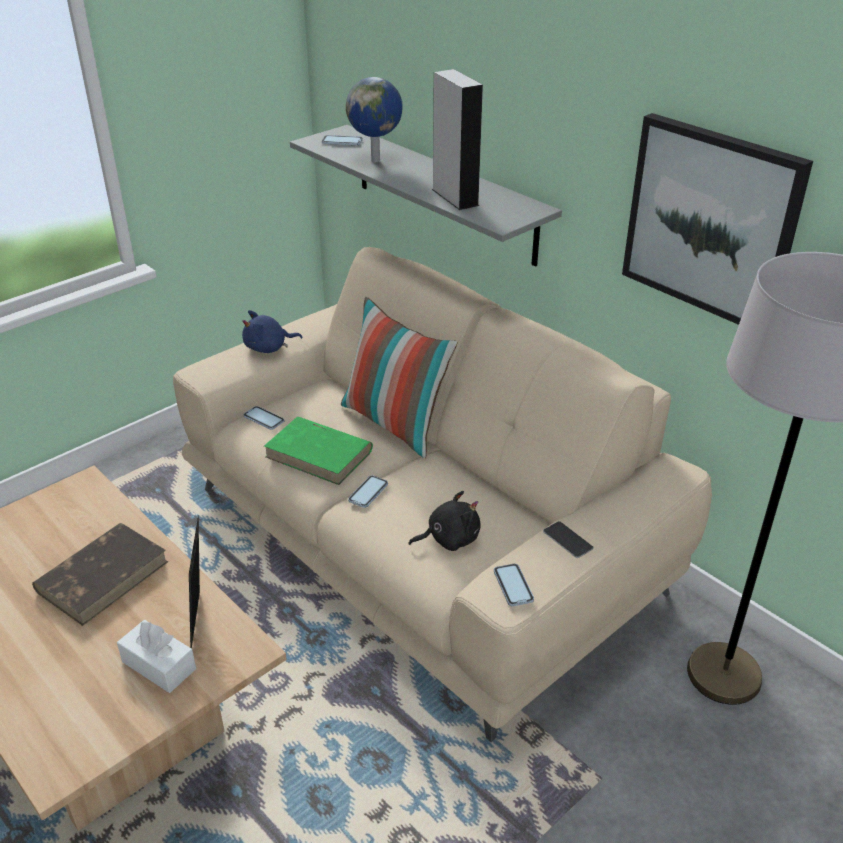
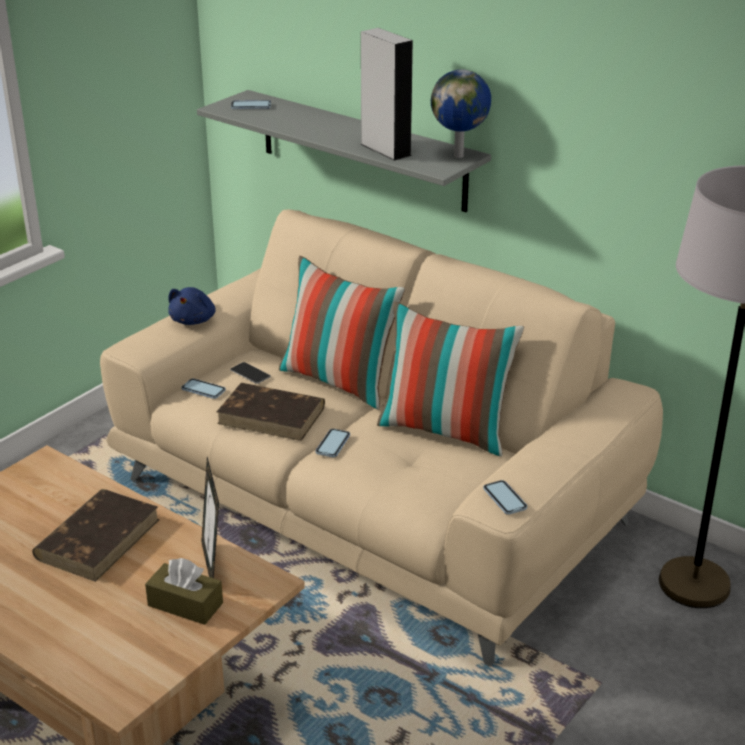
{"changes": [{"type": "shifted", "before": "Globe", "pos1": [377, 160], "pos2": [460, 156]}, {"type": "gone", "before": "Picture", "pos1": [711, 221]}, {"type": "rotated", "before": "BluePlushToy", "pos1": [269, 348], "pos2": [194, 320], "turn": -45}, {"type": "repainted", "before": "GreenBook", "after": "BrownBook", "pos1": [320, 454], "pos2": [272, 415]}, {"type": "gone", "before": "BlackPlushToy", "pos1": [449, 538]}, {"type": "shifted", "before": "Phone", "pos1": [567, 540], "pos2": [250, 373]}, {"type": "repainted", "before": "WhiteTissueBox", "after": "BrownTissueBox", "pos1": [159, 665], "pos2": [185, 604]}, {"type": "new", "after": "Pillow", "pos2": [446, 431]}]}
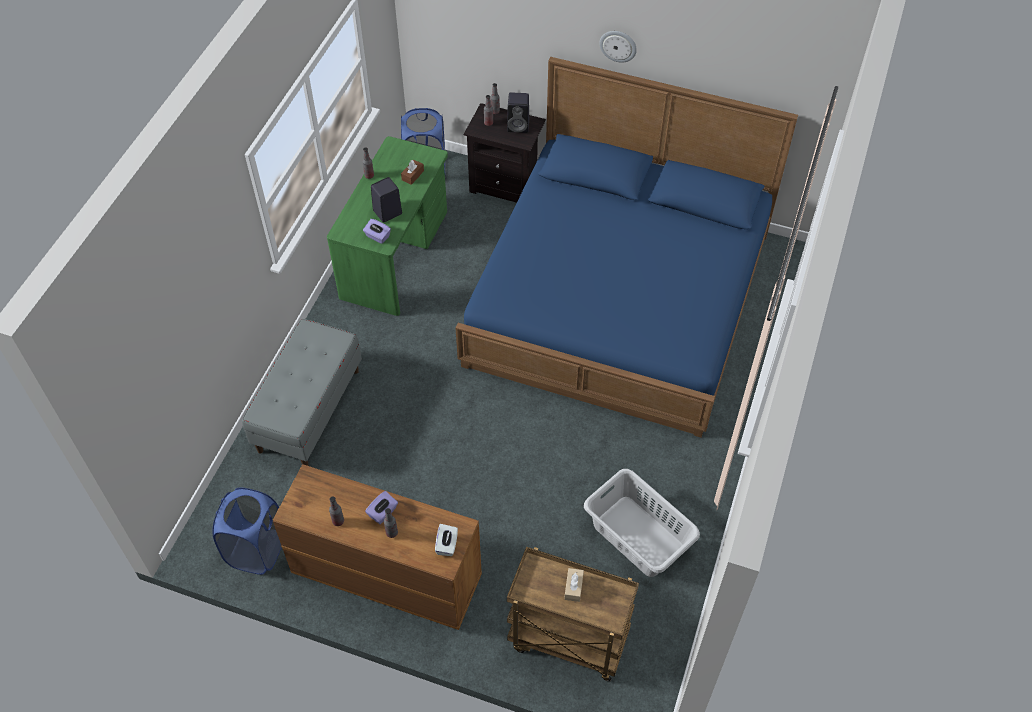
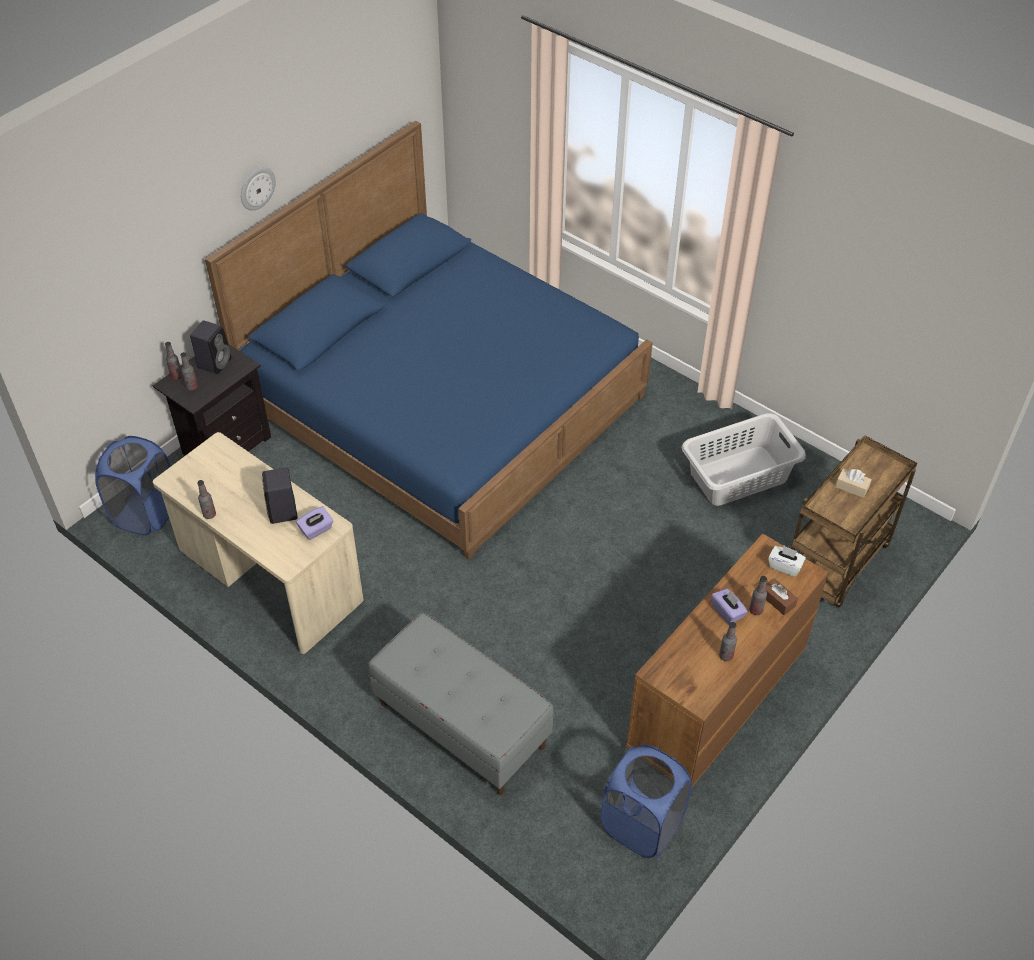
{"changes": [{"type": "repainted", "before": "GreenDesk", "after": "BeigeDesk", "pos1": [396, 255], "pos2": [268, 578]}, {"type": "shifted", "before": "BrownTissueBox", "pos1": [412, 175], "pos2": [777, 600]}]}
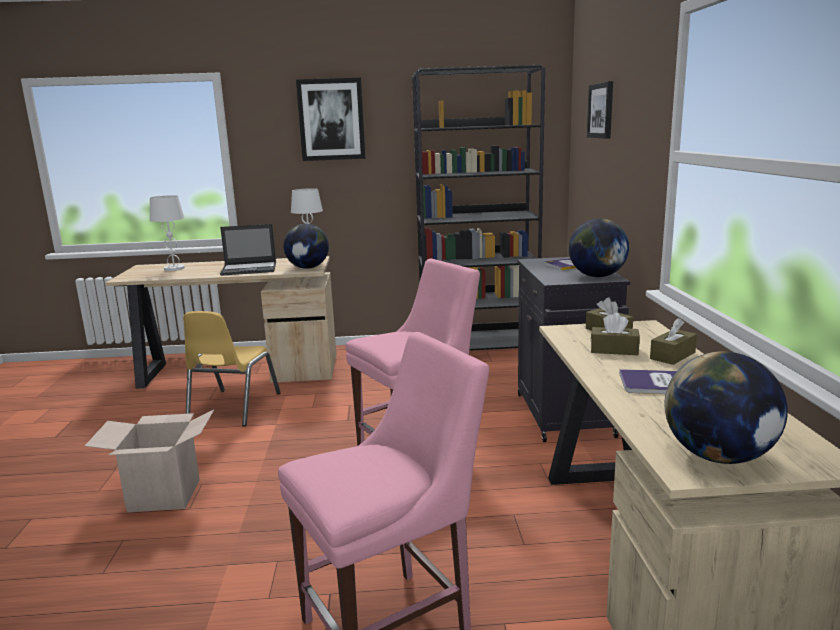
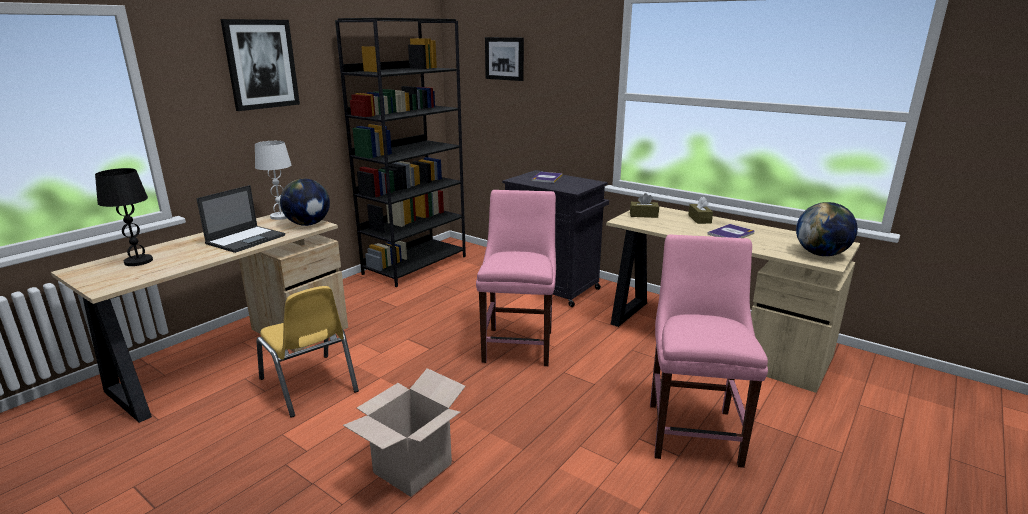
{"changes": [{"type": "repainted", "before": "WhiteTableLamp", "after": "BlackTableLamp", "pos1": [174, 268], "pos2": [138, 261]}, {"type": "gone", "before": "Globe", "pos1": [597, 276]}, {"type": "gone", "before": "BrownTissueBox", "pos1": [614, 350]}]}
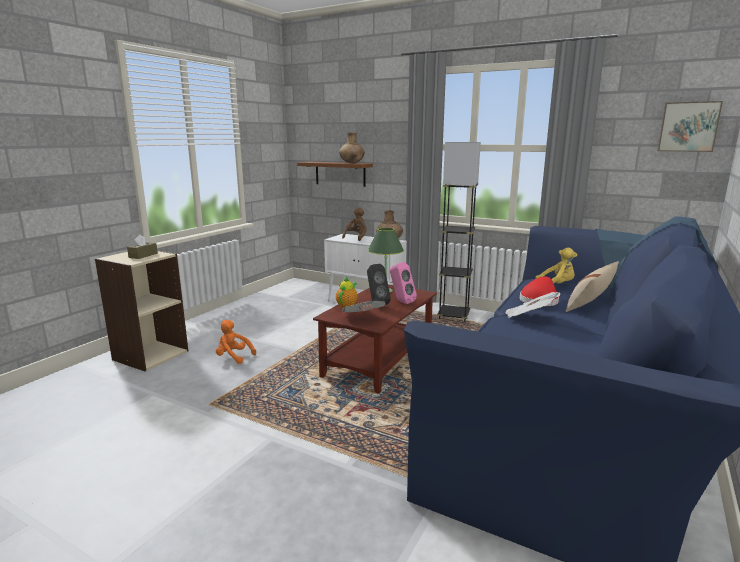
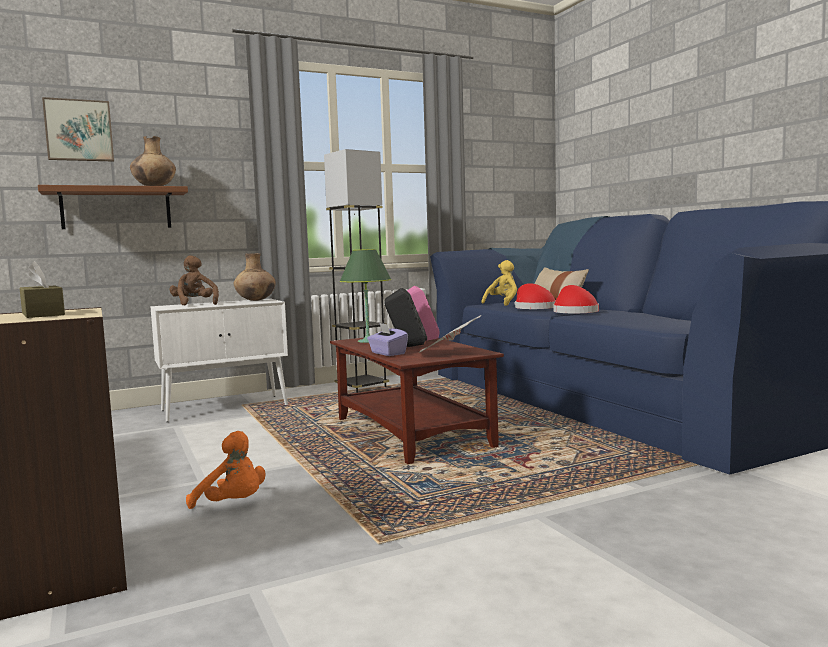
{"changes": [{"type": "shifted", "before": "Picture", "pos1": [688, 127], "pos2": [79, 130]}, {"type": "swapped", "before": "Teapot", "after": "PurpleTissueBox", "pos1": [347, 305], "pos2": [387, 353]}, {"type": "swapped", "before": "Newspaper", "after": "RedHat", "pos1": [529, 317], "pos2": [574, 312]}, {"type": "rotated", "before": "OrangePlushToy", "pos1": [233, 357], "pos2": [233, 505], "turn": -120}]}
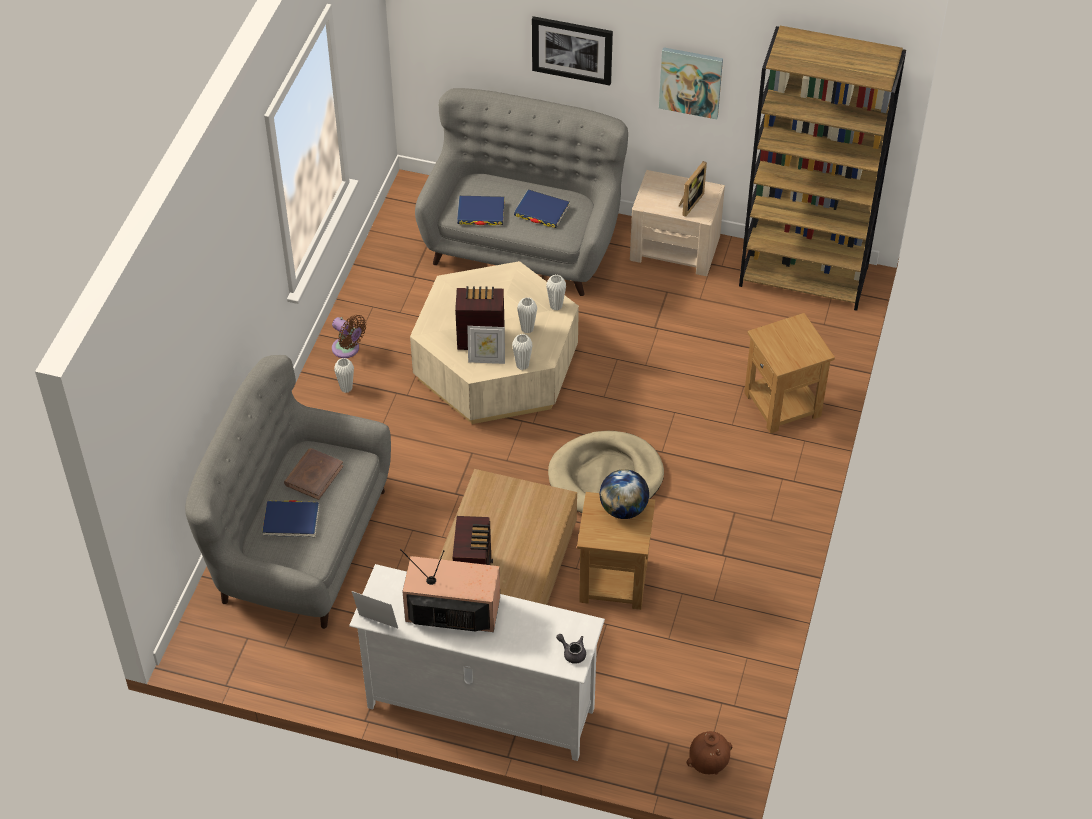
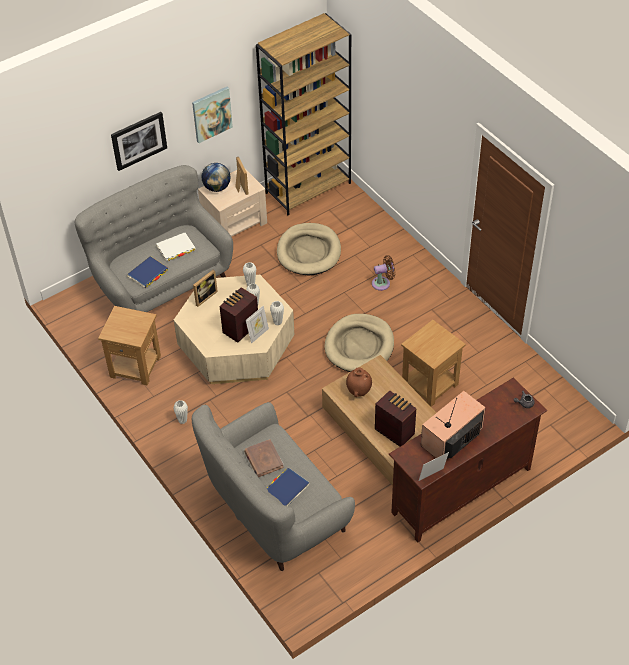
{"changes": [{"type": "repainted", "before": "BlueBook", "after": "WhiteBook", "pos1": [541, 211], "pos2": [176, 248]}, {"type": "shifted", "before": "BrownSideTable", "pos1": [783, 405], "pos2": [136, 366]}, {"type": "shifted", "before": "BrownFan", "pos1": [348, 349], "pos2": [383, 283]}, {"type": "shifted", "before": "Globe", "pos1": [623, 509], "pos2": [217, 187]}, {"type": "repainted", "before": "WhiteTvStand", "after": "BrownTvStand", "pos1": [480, 708], "pos2": [461, 491]}, {"type": "shifted", "before": "BrownVase", "pos1": [708, 764], "pos2": [359, 391]}, {"type": "new", "after": "BeigeDogBed", "pos2": [309, 252]}, {"type": "new", "after": "PictureFrame", "pos2": [204, 297]}]}
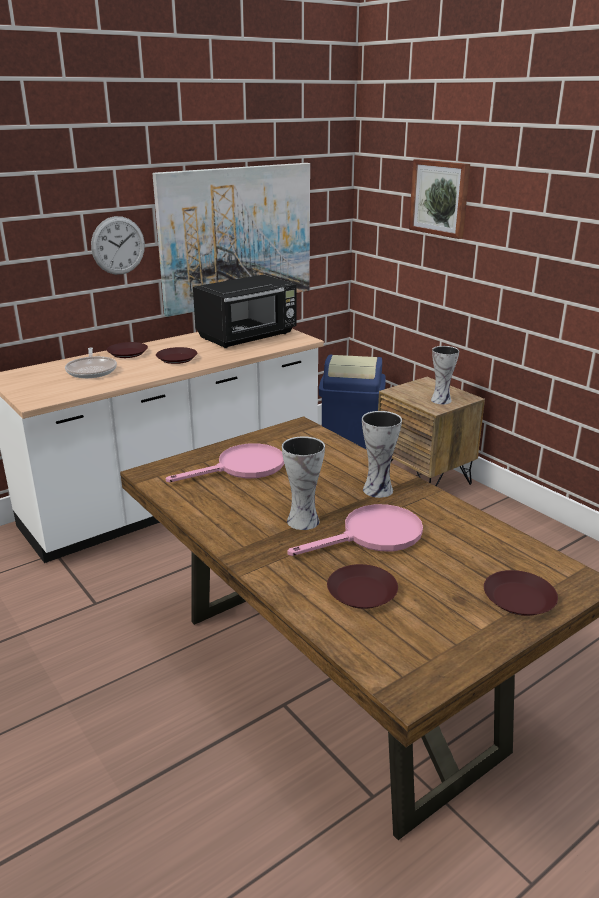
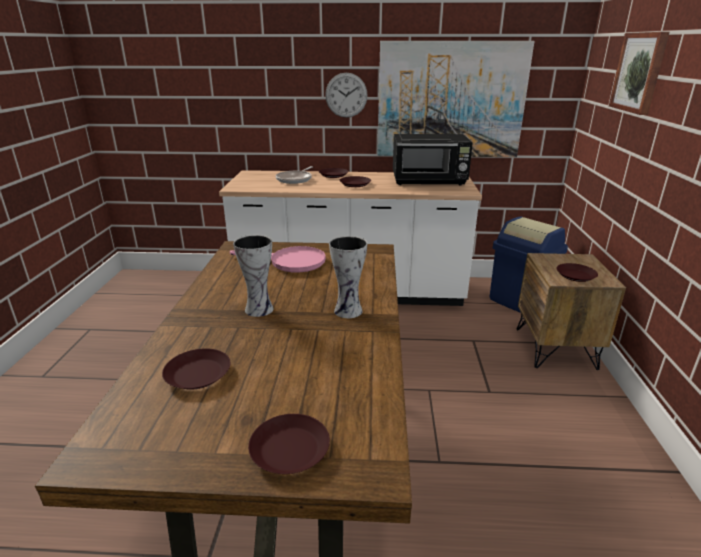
{"changes": [{"type": "swapped", "before": "Vase", "after": "BrownPlate", "pos1": [441, 400], "pos2": [576, 275]}, {"type": "gone", "before": "PinkFryingPan", "pos1": [372, 536]}]}
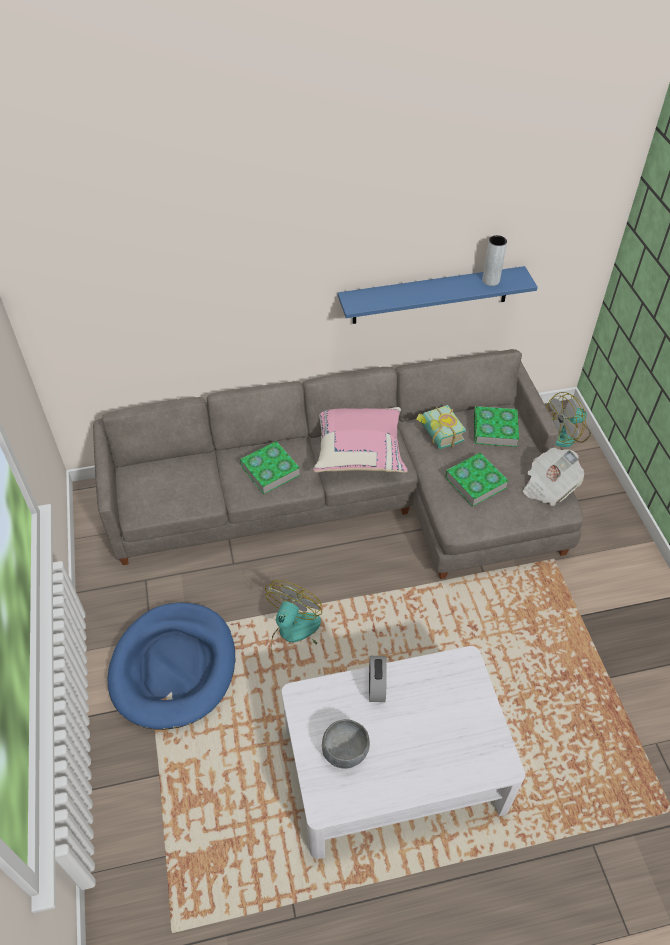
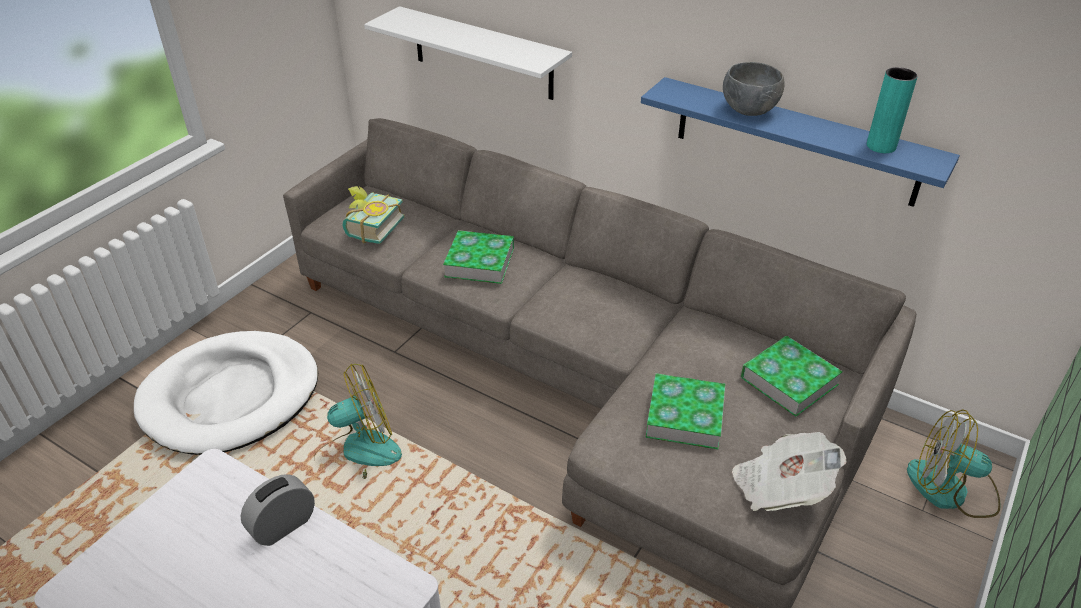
{"changes": [{"type": "repainted", "before": "GreyVase", "after": "TurquoiseVase", "pos1": [490, 280], "pos2": [881, 146]}, {"type": "shifted", "before": "Book", "pos1": [437, 435], "pos2": [370, 227]}, {"type": "gone", "before": "PinkPillow", "pos1": [359, 451]}, {"type": "repainted", "before": "BlueDogBed", "after": "WhiteDogBed", "pos1": [174, 667], "pos2": [231, 397]}, {"type": "shifted", "before": "GreyBowl", "pos1": [345, 752], "pos2": [748, 110]}, {"type": "new", "after": "WhiteShelf", "pos2": [482, 53]}]}
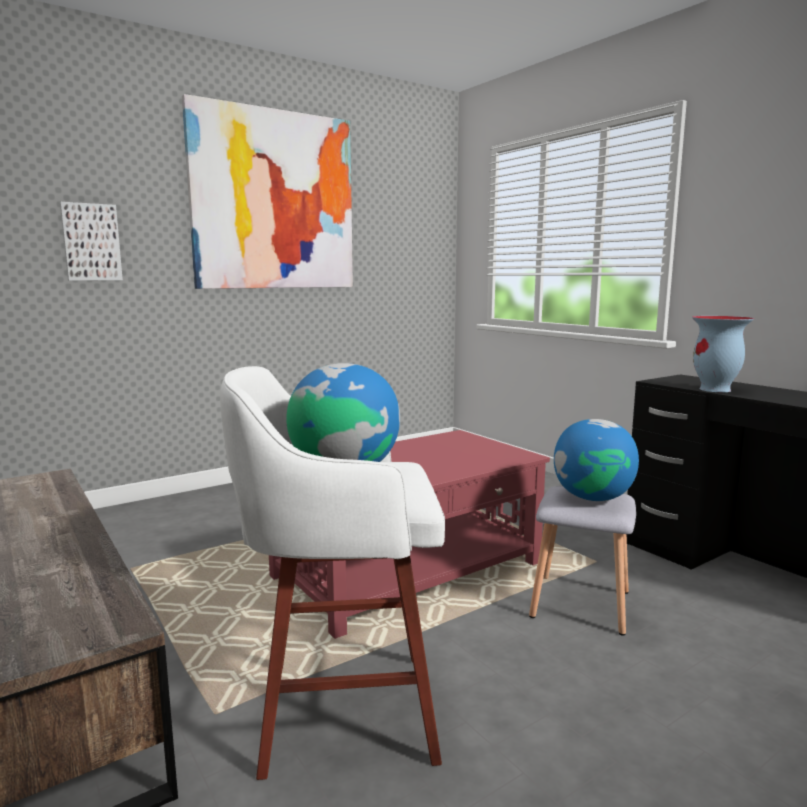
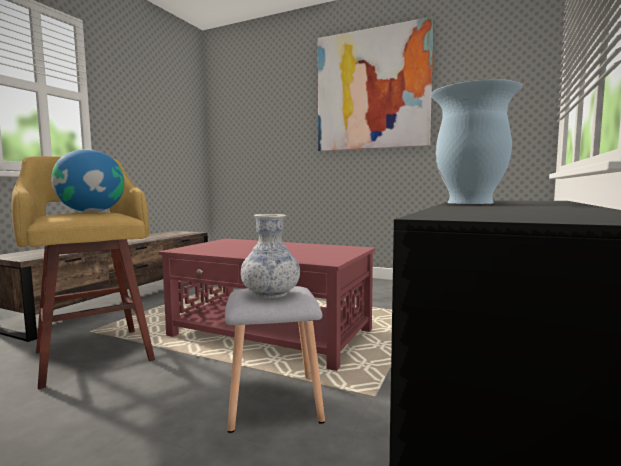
{"changes": [{"type": "gone", "before": "Picture", "pos1": [91, 242]}, {"type": "repainted", "before": "WhiteStool", "after": "YellowStool", "pos1": [340, 710], "pos2": [94, 353]}, {"type": "swapped", "before": "Globe", "after": "Vase", "pos1": [593, 498], "pos2": [271, 294]}]}
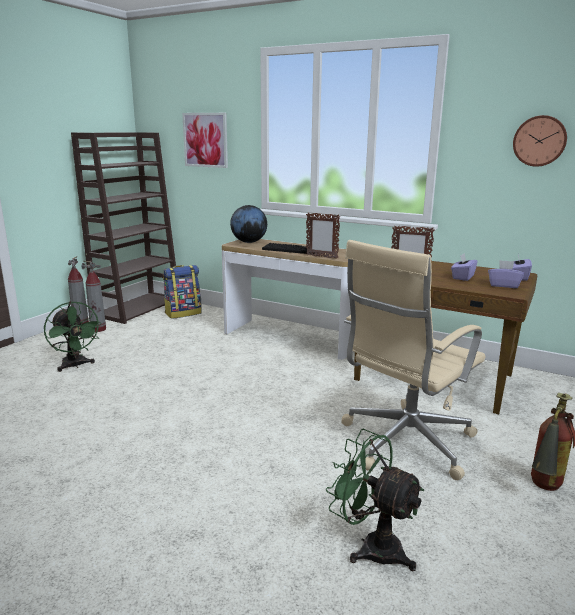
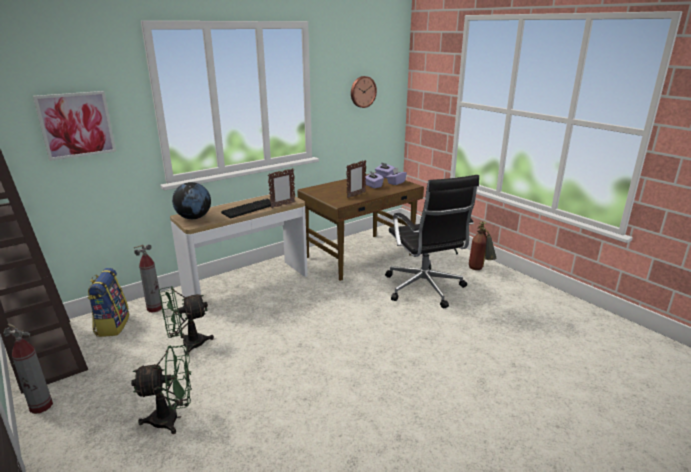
{"changes": [{"type": "repainted", "before": "BeigeOfficeChair", "after": "BlackOfficeChair", "pos1": [404, 443], "pos2": [424, 289]}, {"type": "shifted", "before": "FireExtinguisher", "pos1": [98, 329], "pos2": [155, 308]}, {"type": "shifted", "before": "GreenFan", "pos1": [372, 546], "pos2": [187, 345]}]}
